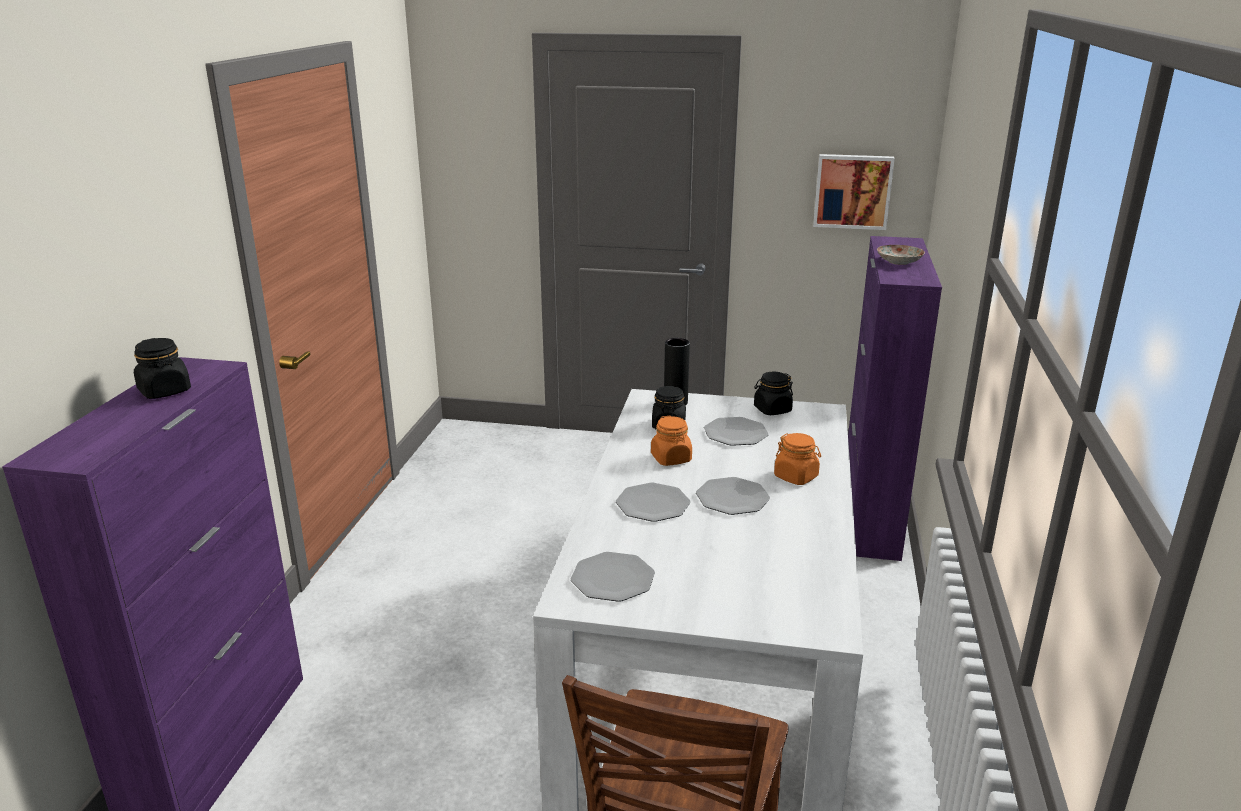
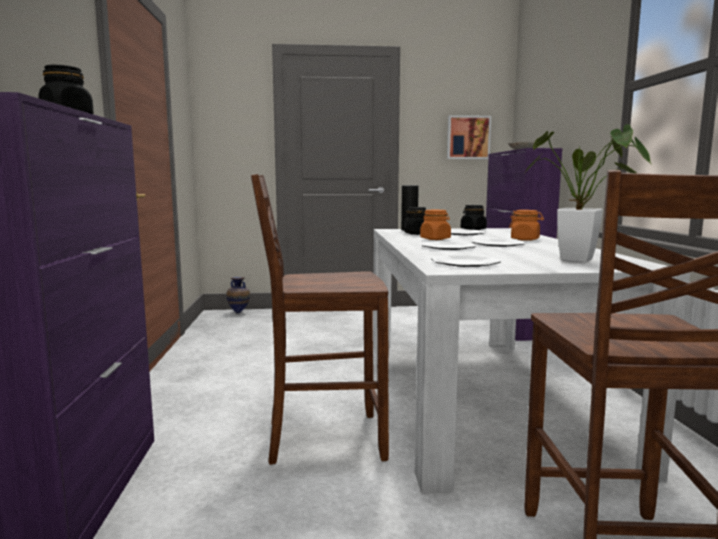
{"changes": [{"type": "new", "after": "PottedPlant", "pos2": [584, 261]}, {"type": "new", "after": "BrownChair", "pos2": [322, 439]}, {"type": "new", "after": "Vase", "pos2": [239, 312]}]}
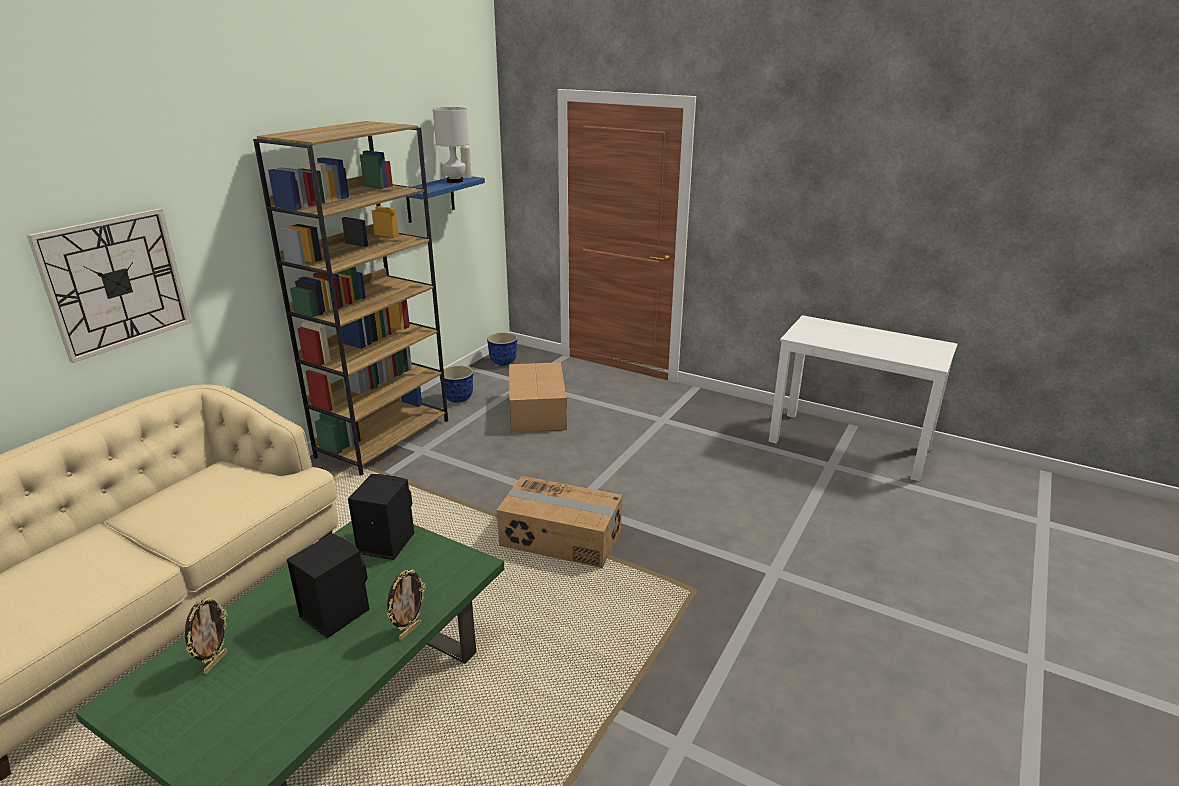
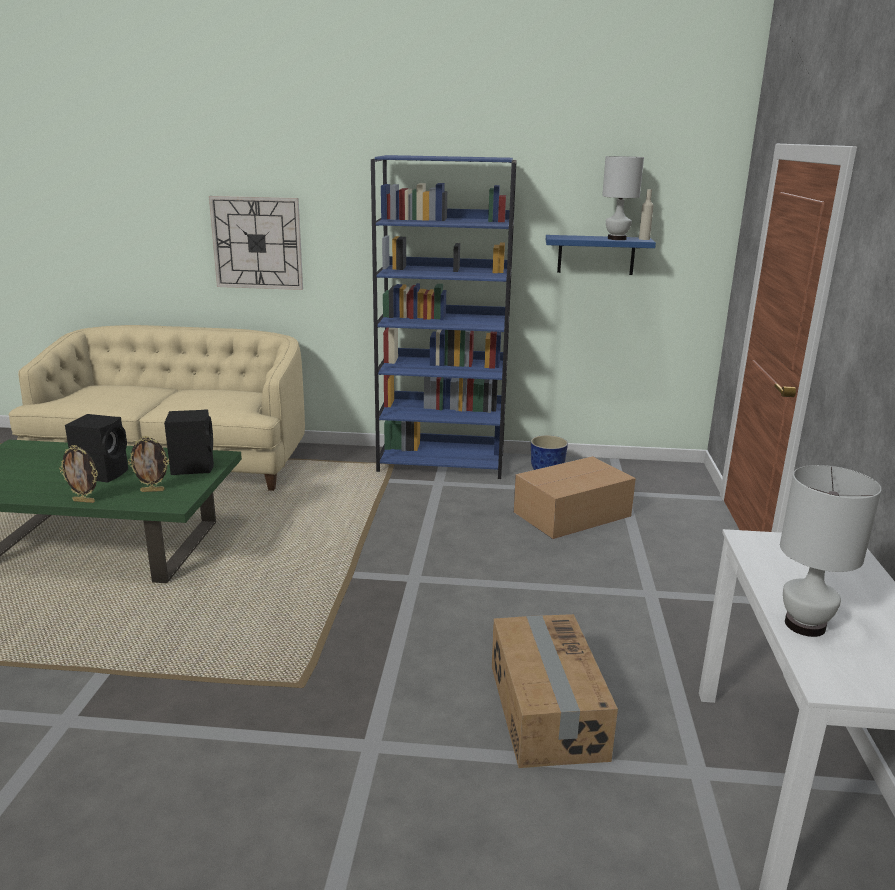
{"changes": [{"type": "repainted", "before": "BrownBookcase", "after": "BlueBookcase", "pos1": [384, 438], "pos2": [442, 463]}, {"type": "gone", "before": "Planter", "pos1": [503, 362]}, {"type": "shifted", "before": "CardboardBox", "pos1": [561, 539], "pos2": [545, 710]}, {"type": "shifted", "before": "PictureFrame", "pos1": [215, 662], "pos2": [153, 490]}, {"type": "new", "after": "WhiteTableLamp", "pos2": [805, 625]}]}
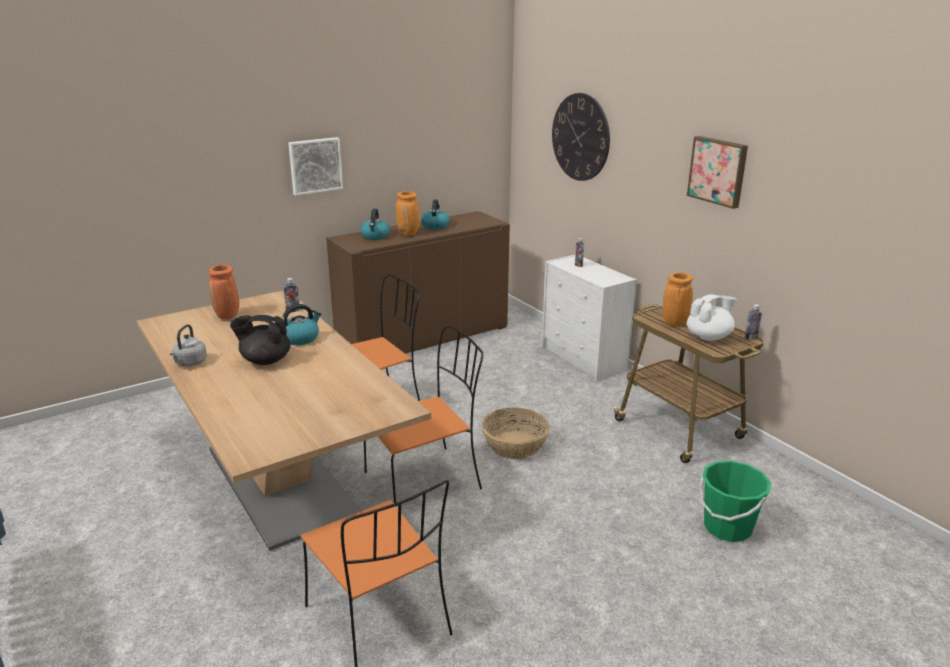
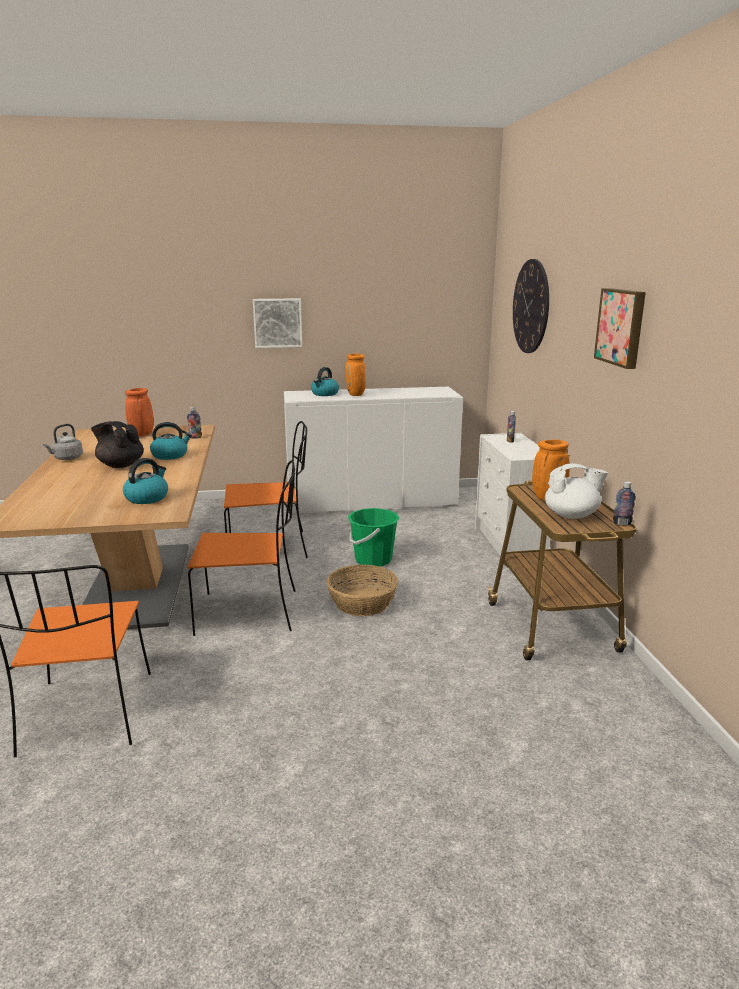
{"changes": [{"type": "shifted", "before": "Kettle", "pos1": [435, 226], "pos2": [147, 498]}, {"type": "repainted", "before": "BrownCabinet", "after": "WhiteCabinet", "pos1": [423, 337], "pos2": [371, 502]}, {"type": "shifted", "before": "GreenBucket", "pos1": [727, 528], "pos2": [373, 560]}]}
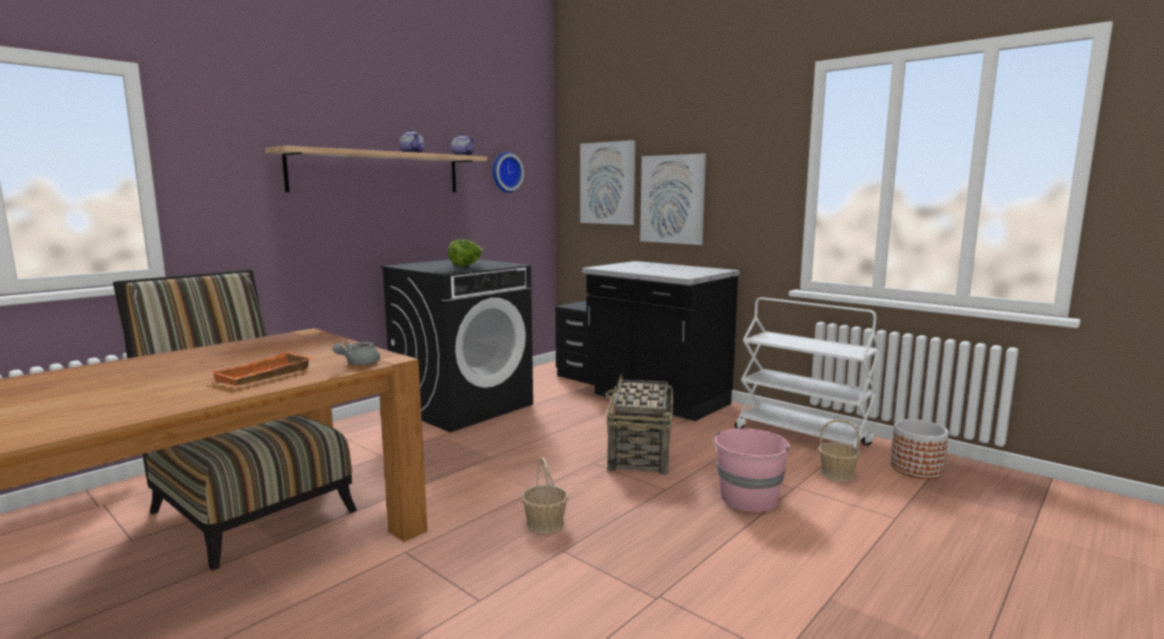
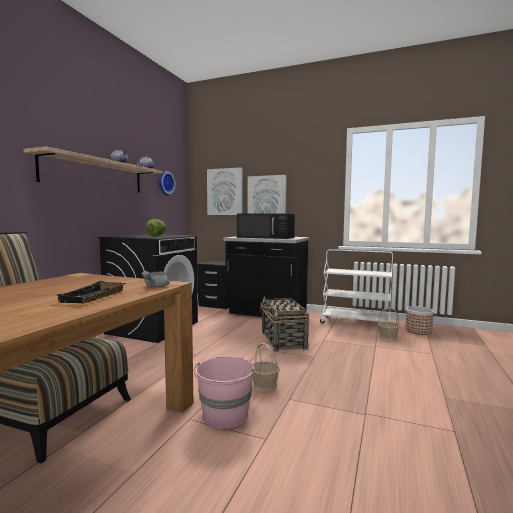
{"changes": [{"type": "repainted", "before": "OrangeTray", "after": "BlackTray", "pos1": [264, 376], "pos2": [94, 297]}, {"type": "shifted", "before": "PinkBucket", "pos1": [748, 499], "pos2": [225, 415]}, {"type": "new", "after": "BlackMicrowave", "pos2": [266, 237]}]}
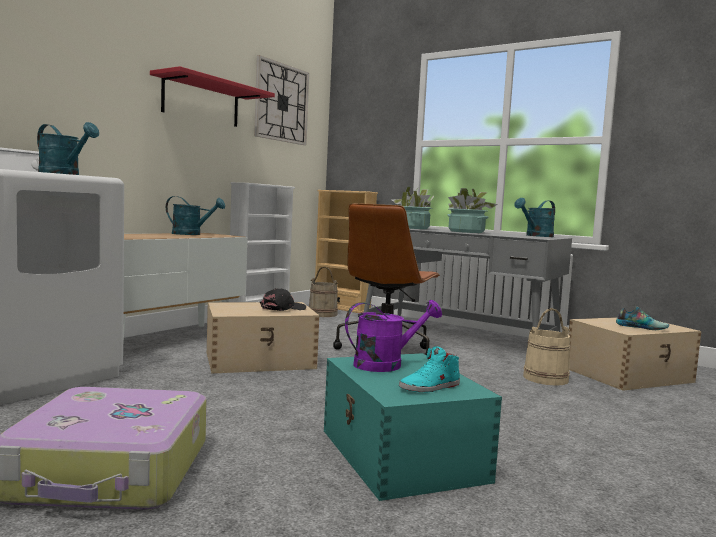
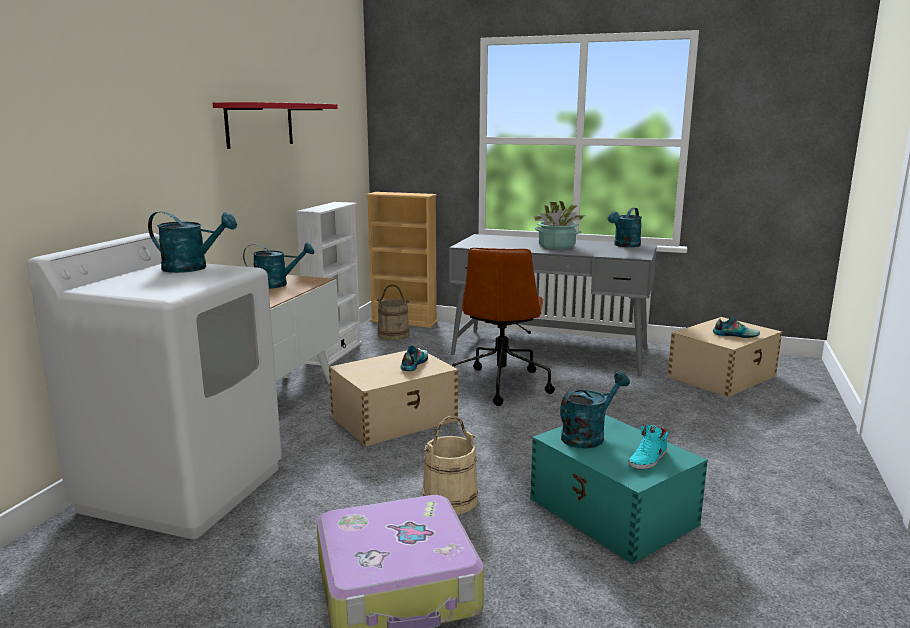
{"changes": [{"type": "gone", "before": "WallClock", "pos1": [281, 103]}, {"type": "gone", "before": "PottedPlant", "pos1": [412, 228]}, {"type": "swapped", "before": "BlackCap", "after": "Shoe", "pos1": [283, 308], "pos2": [413, 364]}, {"type": "repainted", "before": "PurpleWateringCan", "after": "TurquoiseWateringCan", "pos1": [386, 364], "pos2": [588, 435]}, {"type": "shifted", "before": "BeigeBucket", "pos1": [545, 378], "pos2": [450, 500]}]}
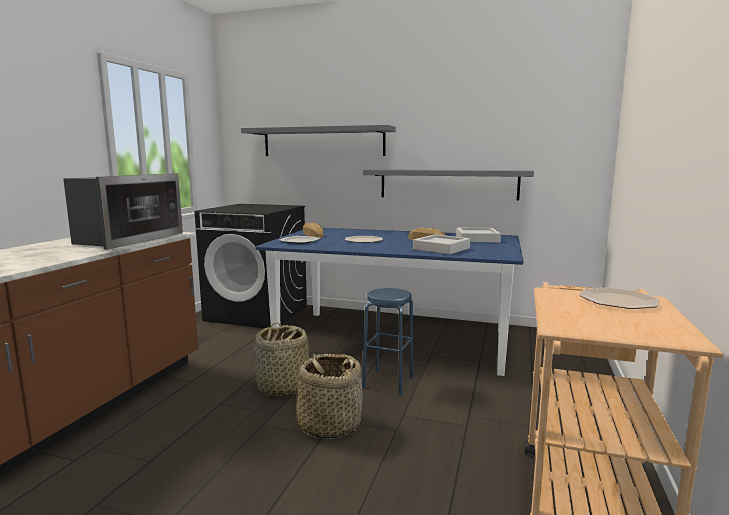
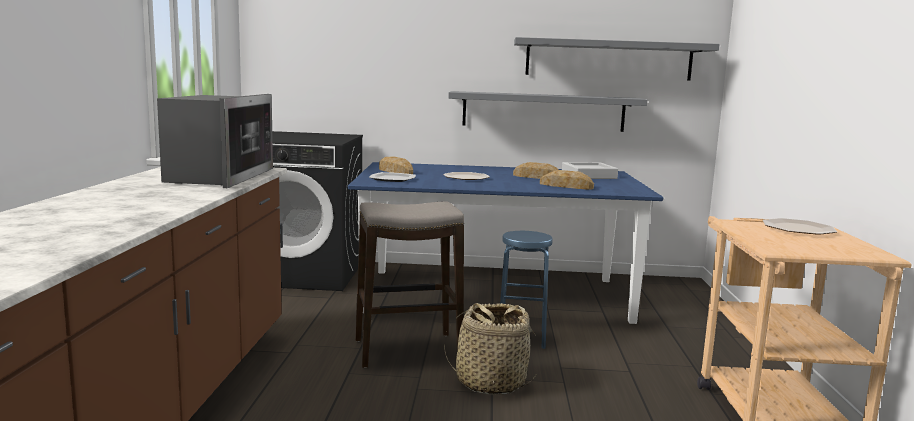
{"changes": [{"type": "shifted", "before": "GreyShelf", "pos1": [323, 142], "pos2": [608, 59]}, {"type": "swapped", "before": "GreyTray", "after": "Bread", "pos1": [441, 249], "pos2": [566, 186]}, {"type": "swapped", "before": "Basket", "after": "Stool", "pos1": [283, 387], "pos2": [408, 350]}]}
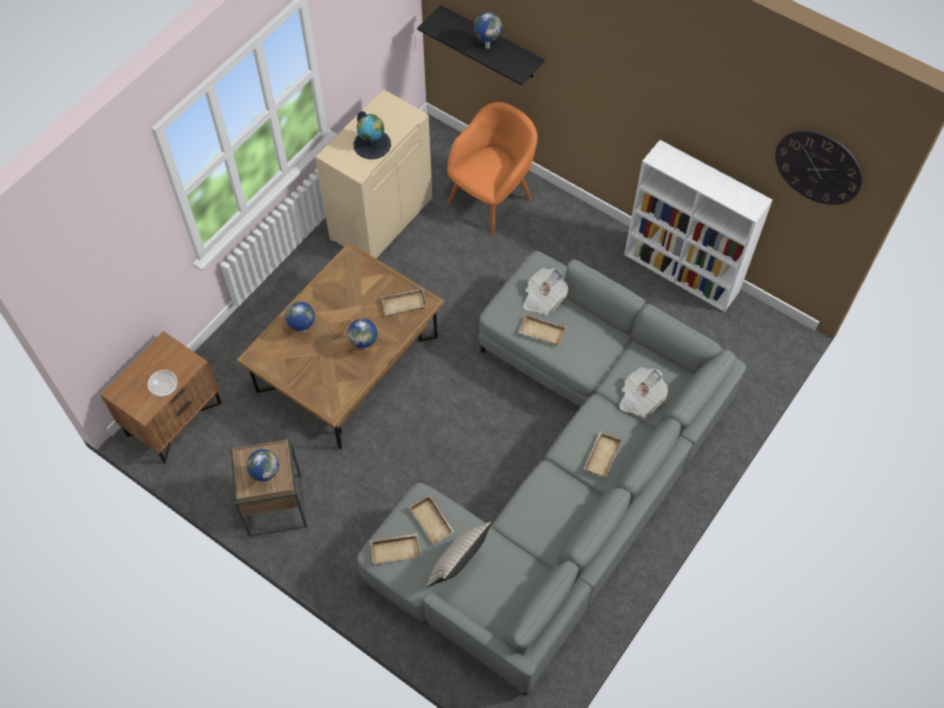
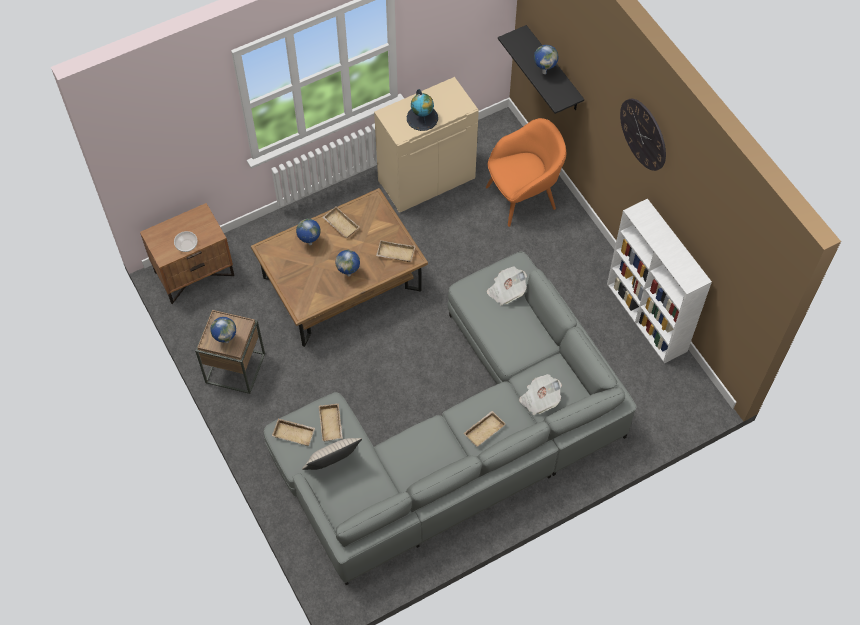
{"changes": [{"type": "shifted", "before": "WallClock", "pos1": [818, 167], "pos2": [643, 134]}, {"type": "shifted", "before": "BeigeTray", "pos1": [541, 333], "pos2": [340, 225]}]}
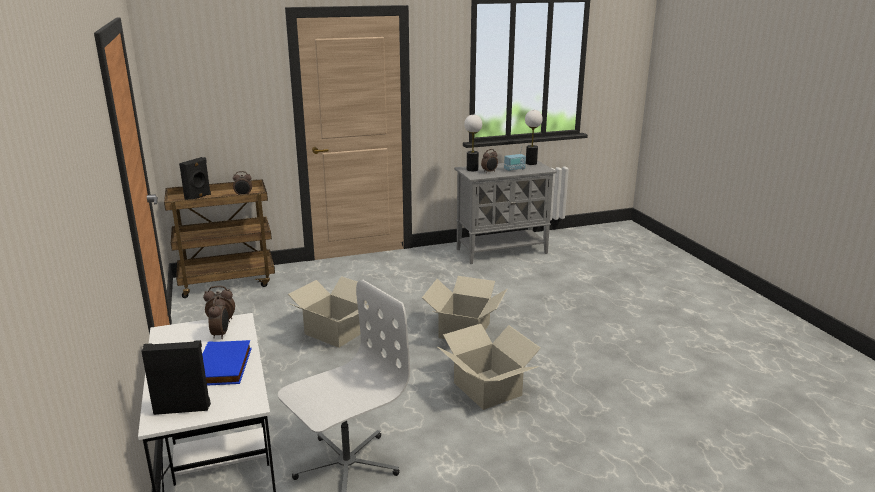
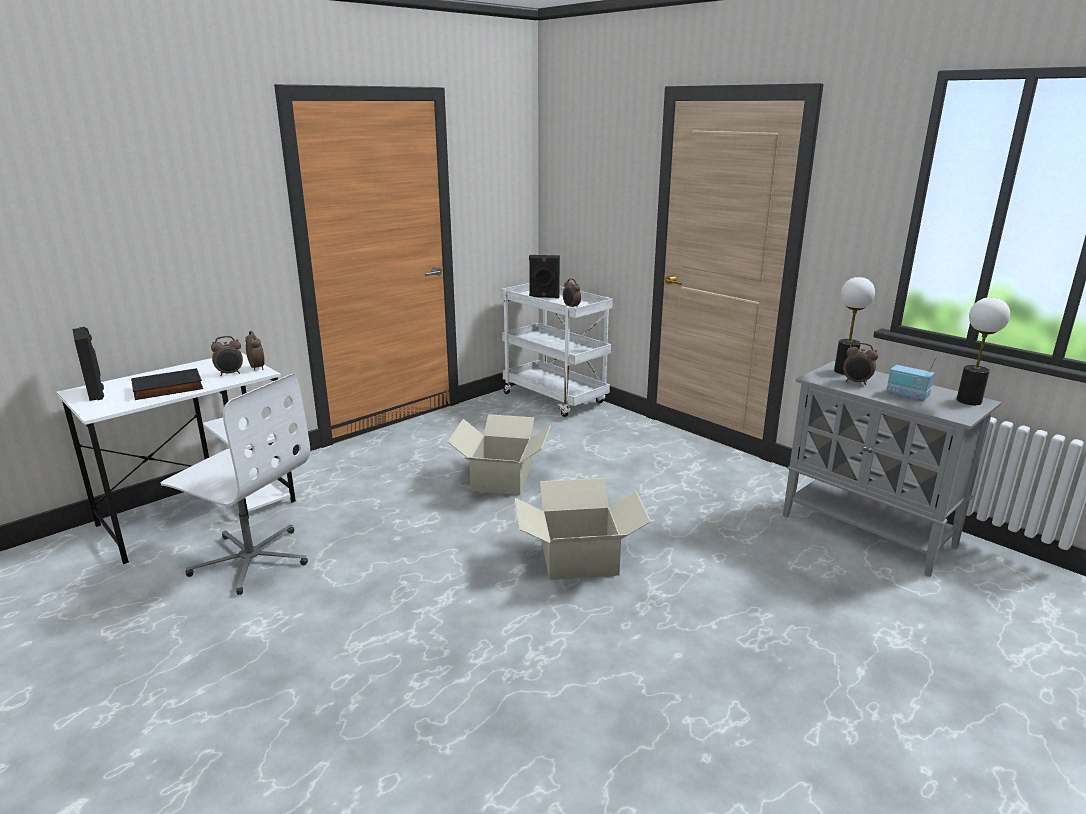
{"changes": [{"type": "repainted", "before": "BrownCart", "after": "WhiteCart", "pos1": [228, 281], "pos2": [556, 399]}, {"type": "gone", "before": "CardboardBox", "pos1": [488, 388]}, {"type": "repainted", "before": "BlueBook", "after": "BlackBook", "pos1": [225, 367], "pos2": [167, 389]}]}
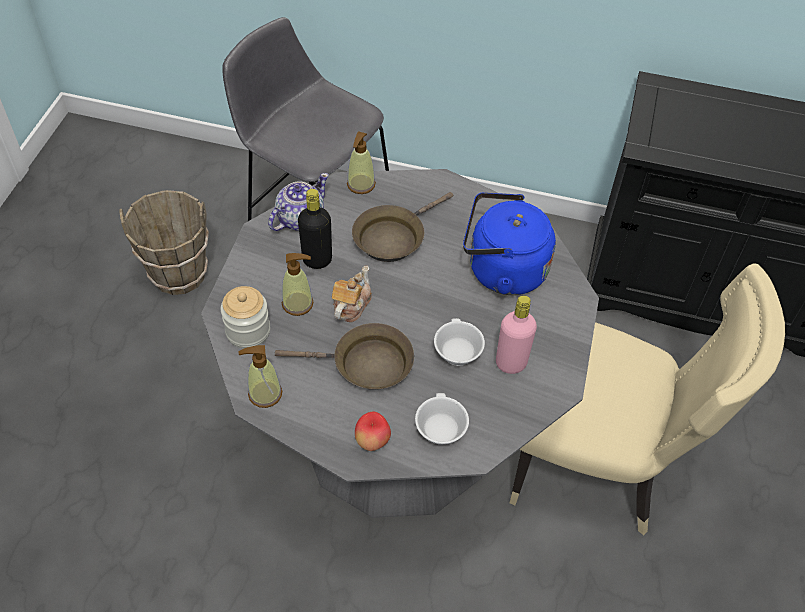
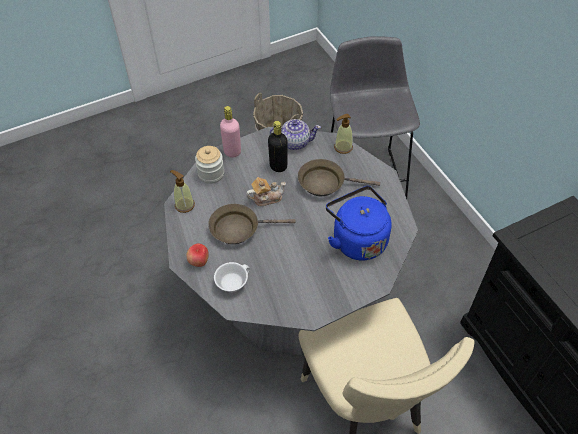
{"changes": [{"type": "gone", "before": "SoapDispenser", "pos1": [298, 304]}, {"type": "shifted", "before": "PinkBottle", "pos1": [511, 363], "pos2": [232, 152]}, {"type": "gone", "before": "WhiteCup", "pos1": [455, 352]}, {"type": "rotated", "before": "BrownFryingPan", "pos1": [366, 364], "pos2": [239, 228], "turn": 120}]}
